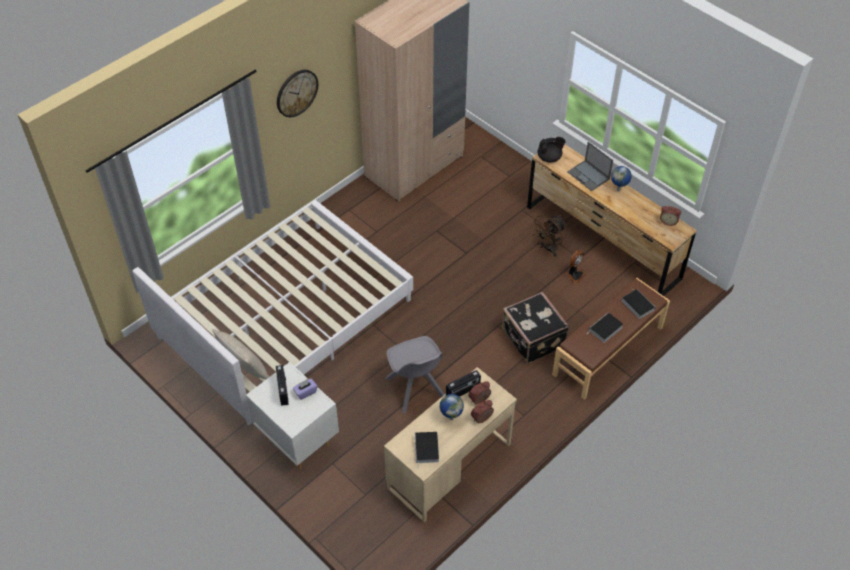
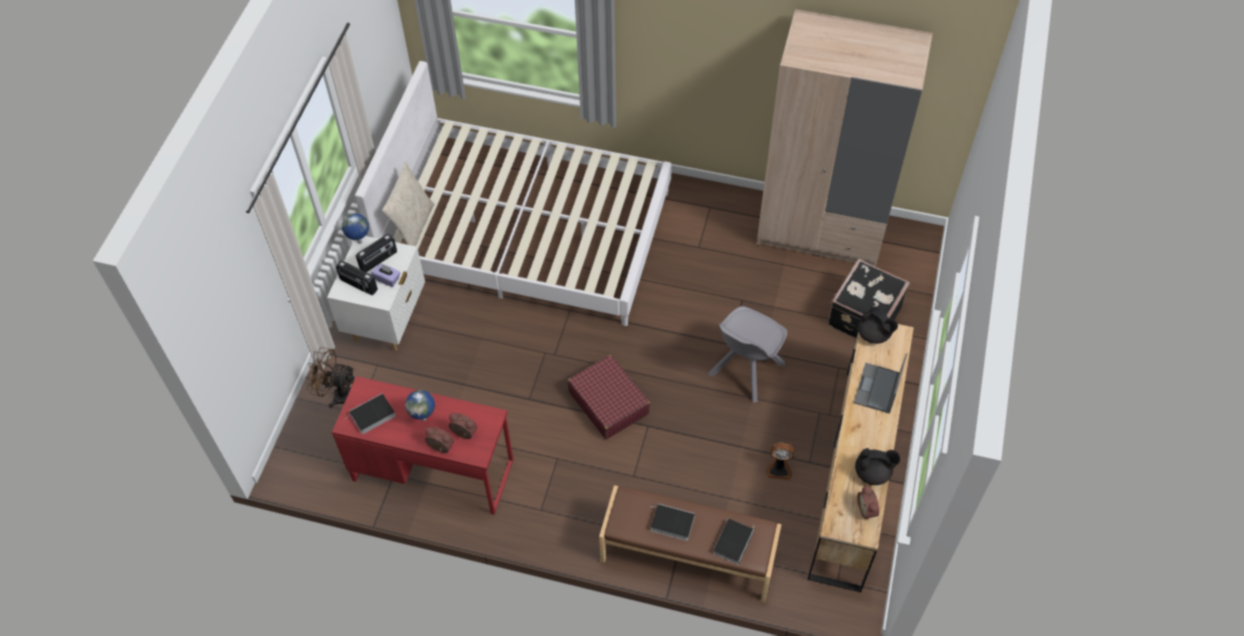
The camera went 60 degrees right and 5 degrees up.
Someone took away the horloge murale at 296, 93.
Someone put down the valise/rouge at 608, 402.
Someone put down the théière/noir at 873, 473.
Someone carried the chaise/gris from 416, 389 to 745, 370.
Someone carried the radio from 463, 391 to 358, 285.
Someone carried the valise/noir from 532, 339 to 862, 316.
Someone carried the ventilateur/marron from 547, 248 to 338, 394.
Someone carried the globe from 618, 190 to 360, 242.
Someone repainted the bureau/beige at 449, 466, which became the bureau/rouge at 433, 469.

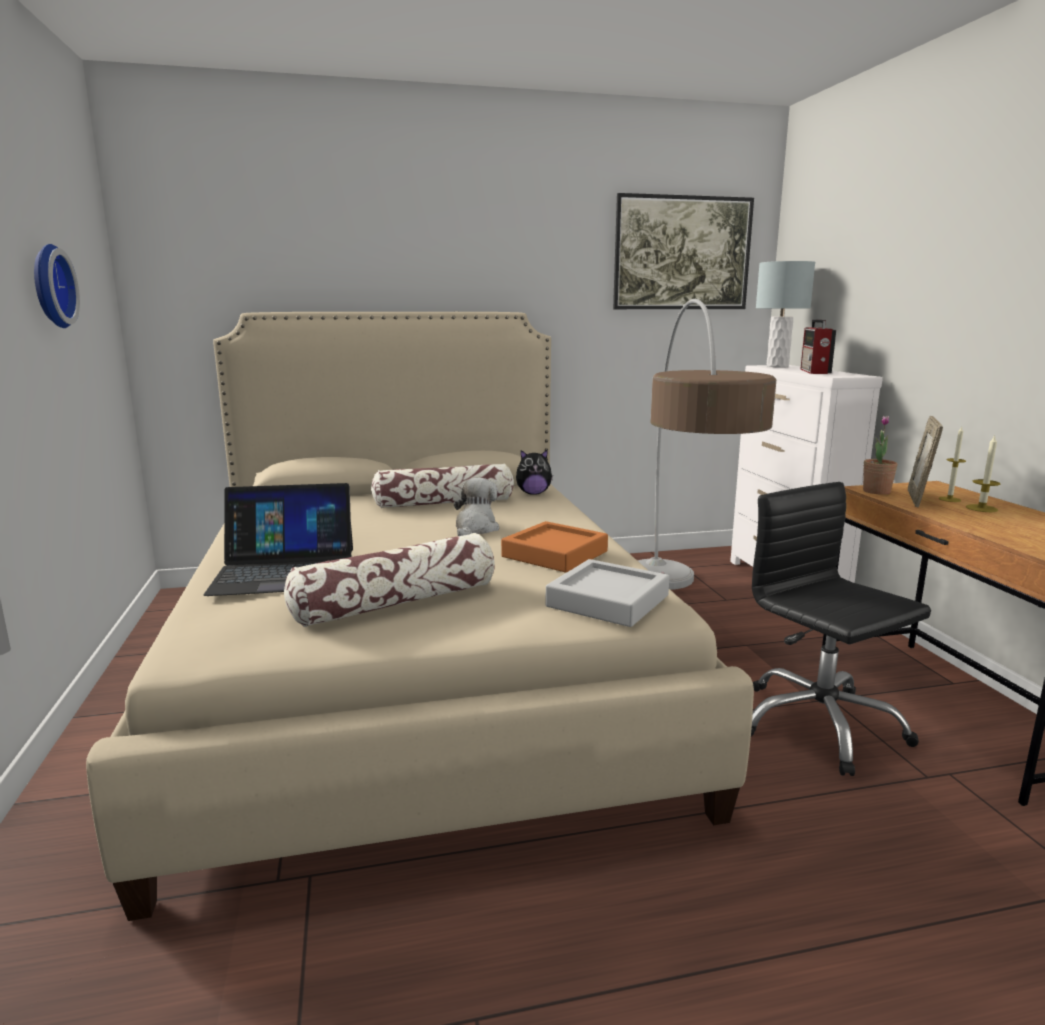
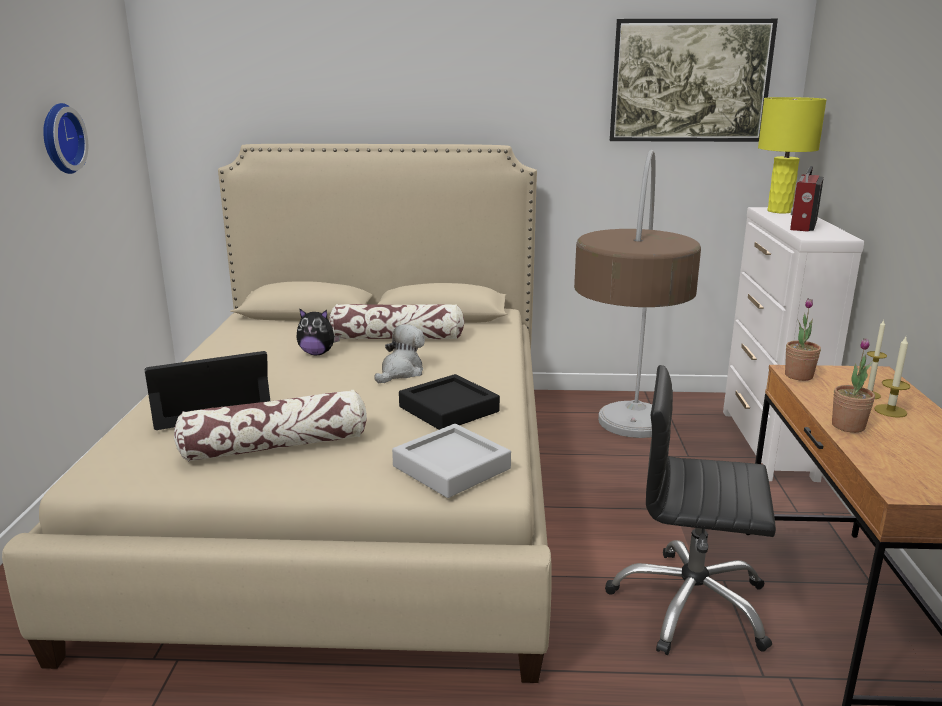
The camera went 15 degrees right and 5 degrees up.
Someone took away the cadre photo at 918, 499.
Someone put down the plante en pot at 848, 426.
Someone carried the peluche from 533, 493 to 317, 353.
Someone repainted the plateau/orange at 555, 554, which became the plateau/noir at 449, 409.
Someone repainted the lampe de table/gris at 777, 366, which became the lampe de table/jaune at 779, 211.
Someone rotated the ordinateur portable at 285, 571 by 150 degrees clockwise.
Someone rotated the chaise de bureau/noir at 819, 725 by 60 degrees counterclockwise.

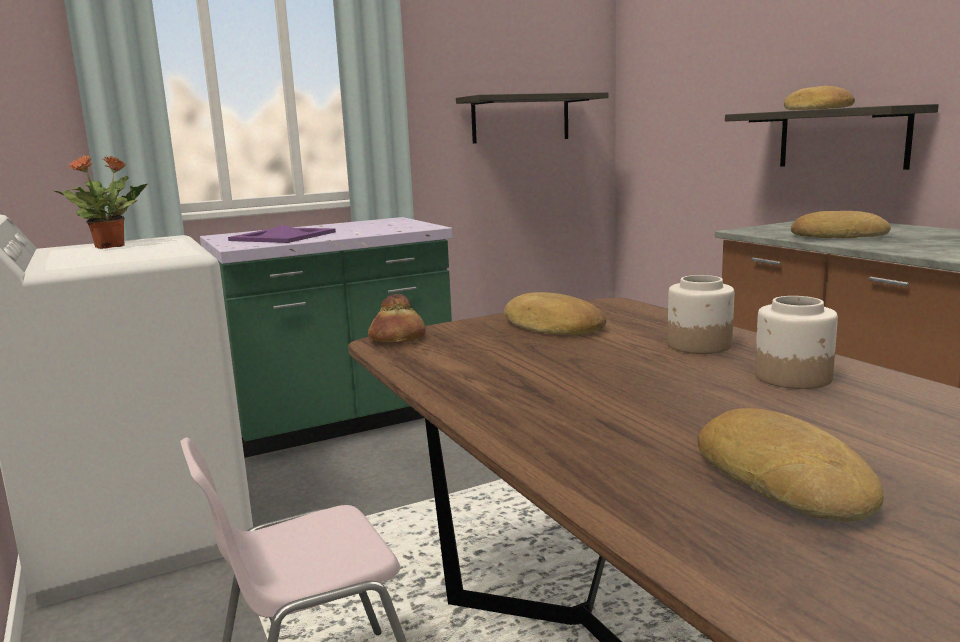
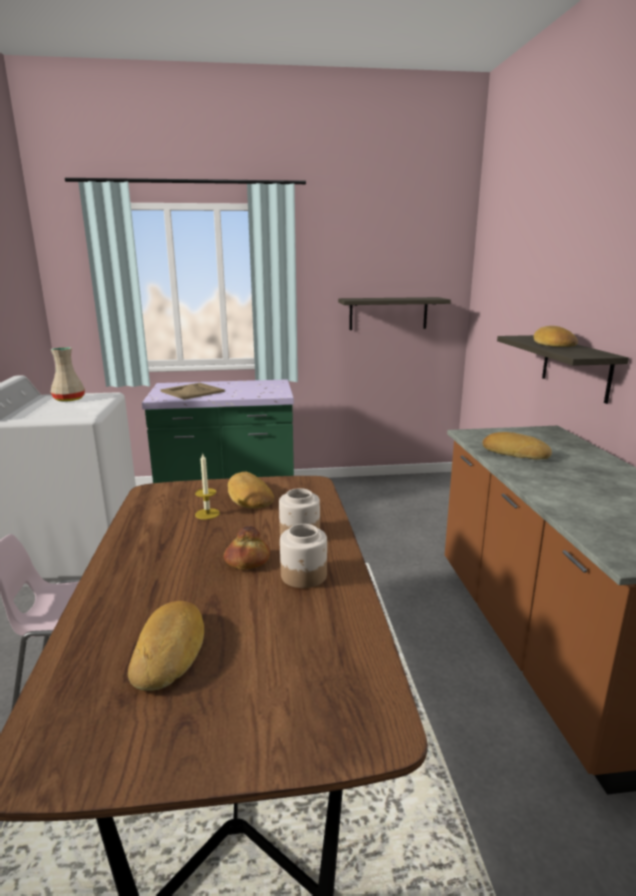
The camera went 20 degrees right and 5 degrees up.
Someone put down the bougie at 207, 514.
Someone carried the pain from 397, 339 to 247, 561.
Someone swapped the plante en pot at 111, 246 for the vase/beige at 69, 399.
Someone repainted the plateau/violet at 283, 236, which became the plateau/beige at 192, 391.

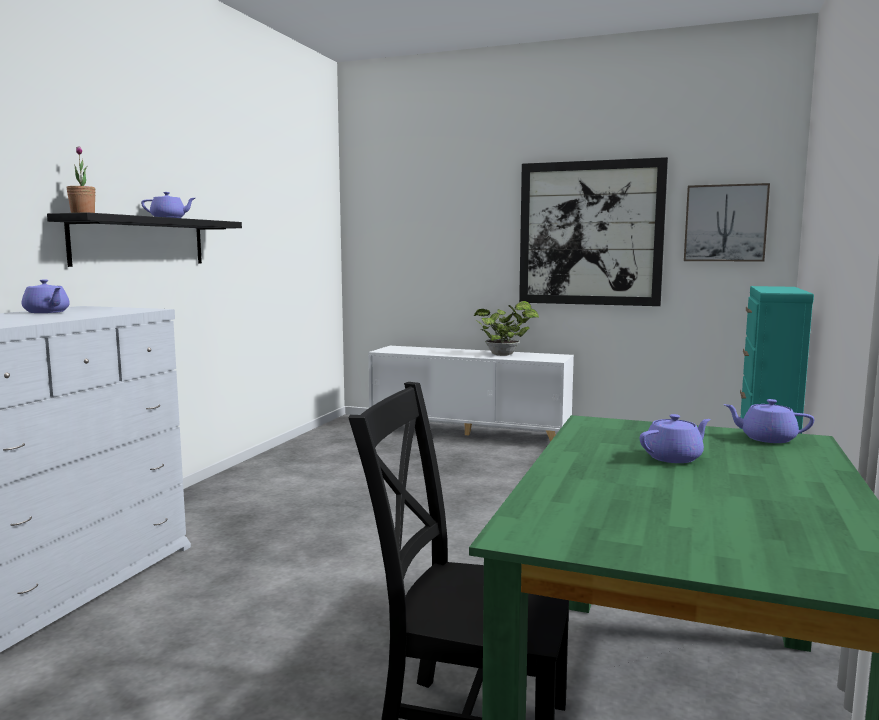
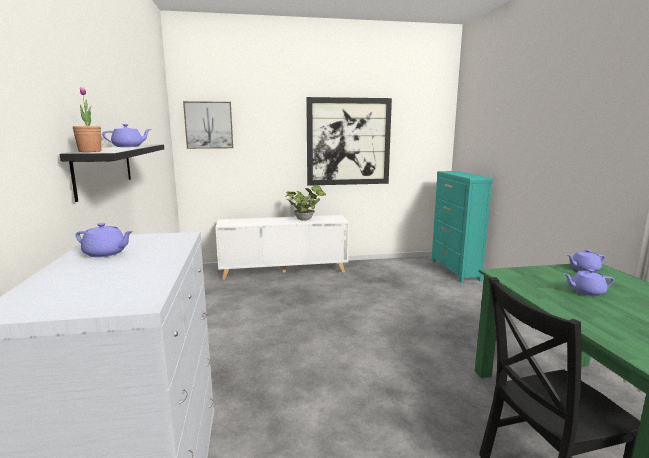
The camera went 30 degrees left and 5 degrees up.
Someone carried the tableau from 725, 223 to 209, 125.
Someone rotated the théière/violet at 674, 458 by 120 degrees counterclockwise.

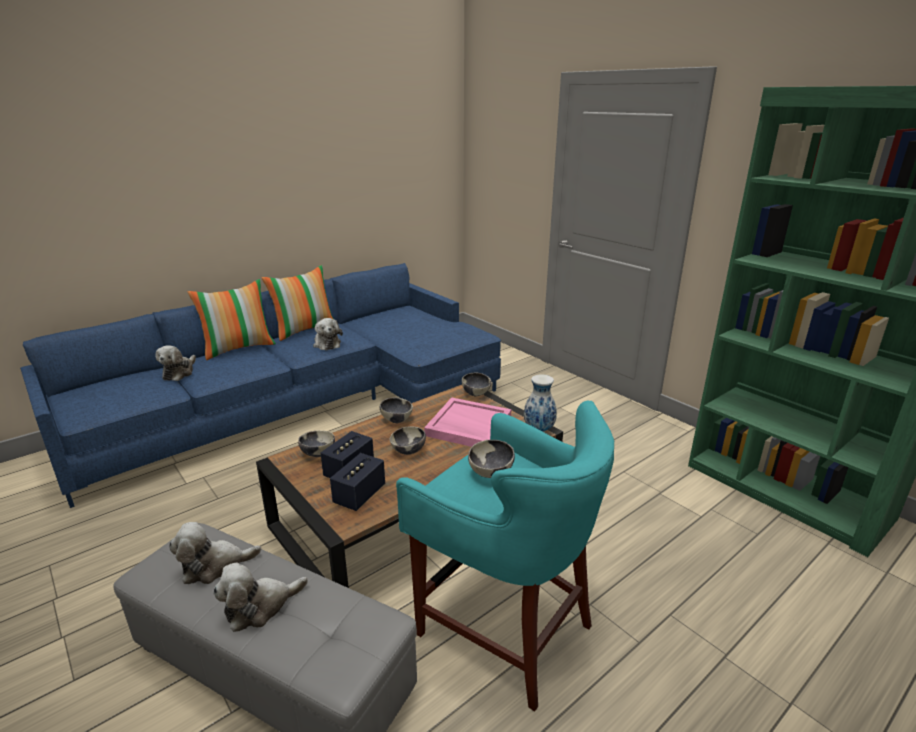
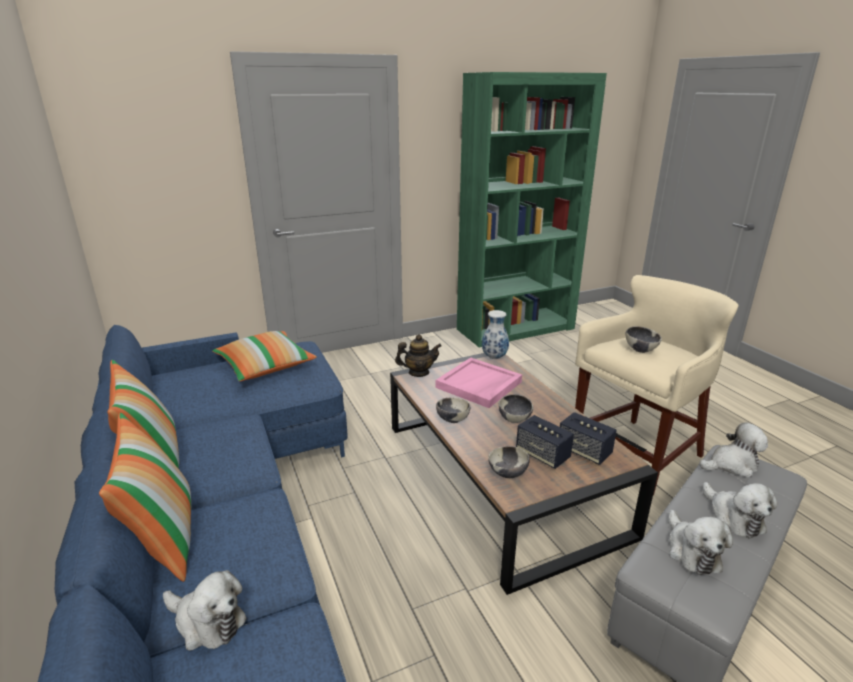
The camera went 75 degrees left and 0 degrees up.
Someone put down the coussin at 265, 367.
Someone carried the peluche from 326, 344 to 732, 464.
Someone swapped the bol at 476, 393 for the théière at 418, 372.
Someone repainted the tabouret/turquoise at 505, 625, which became the tabouret/beige at 636, 454.

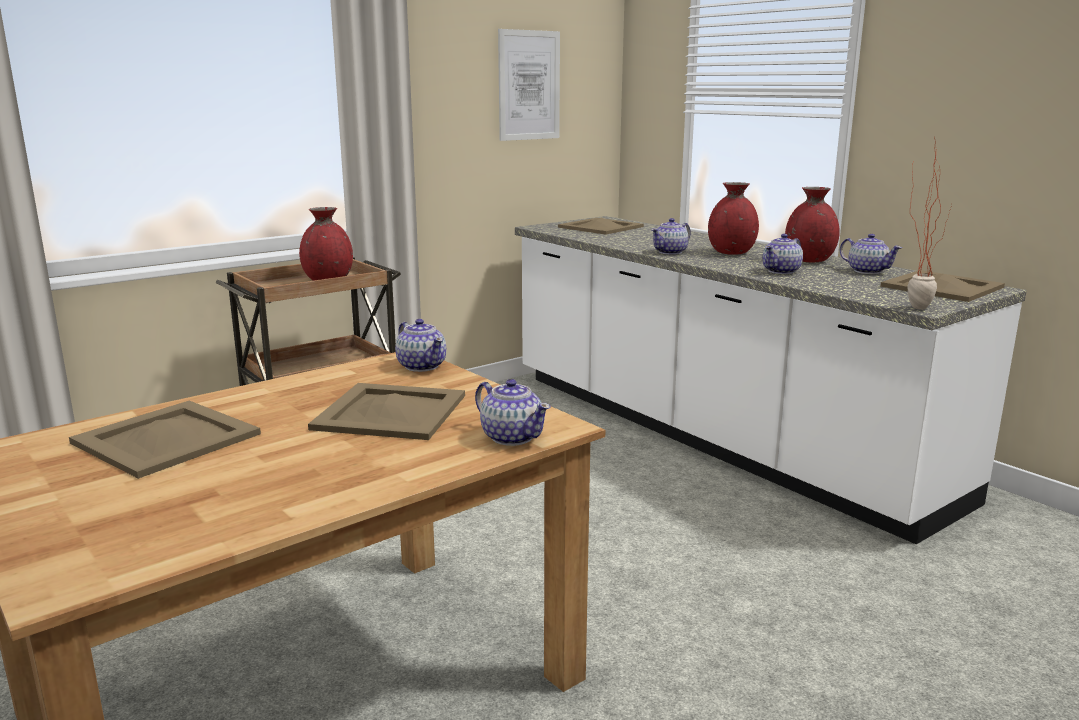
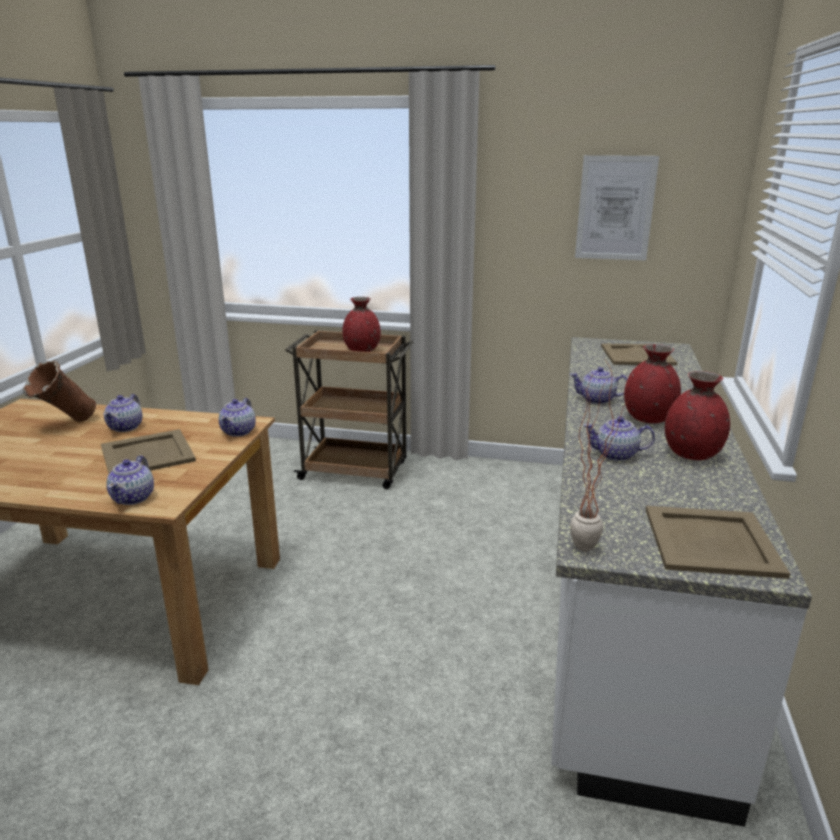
The camera went 50 degrees right and 5 degrees up.
Someone carried the théière from 867, 271 to 126, 427.
Someone swapped the plateau/beige at 167, 438 for the vase/marron at 65, 425.

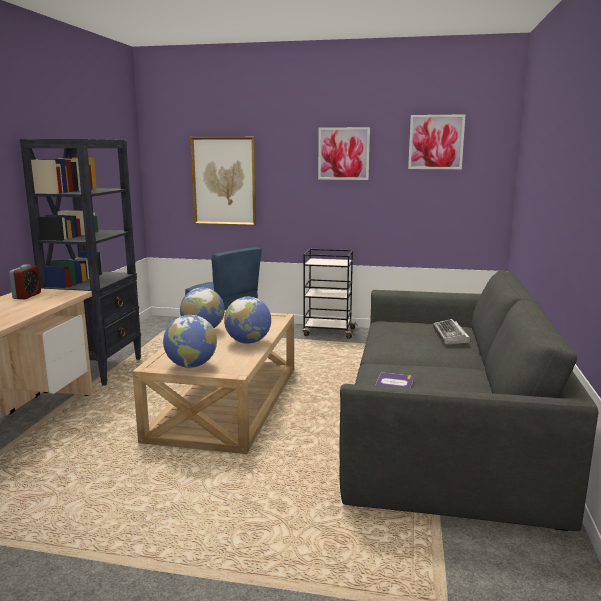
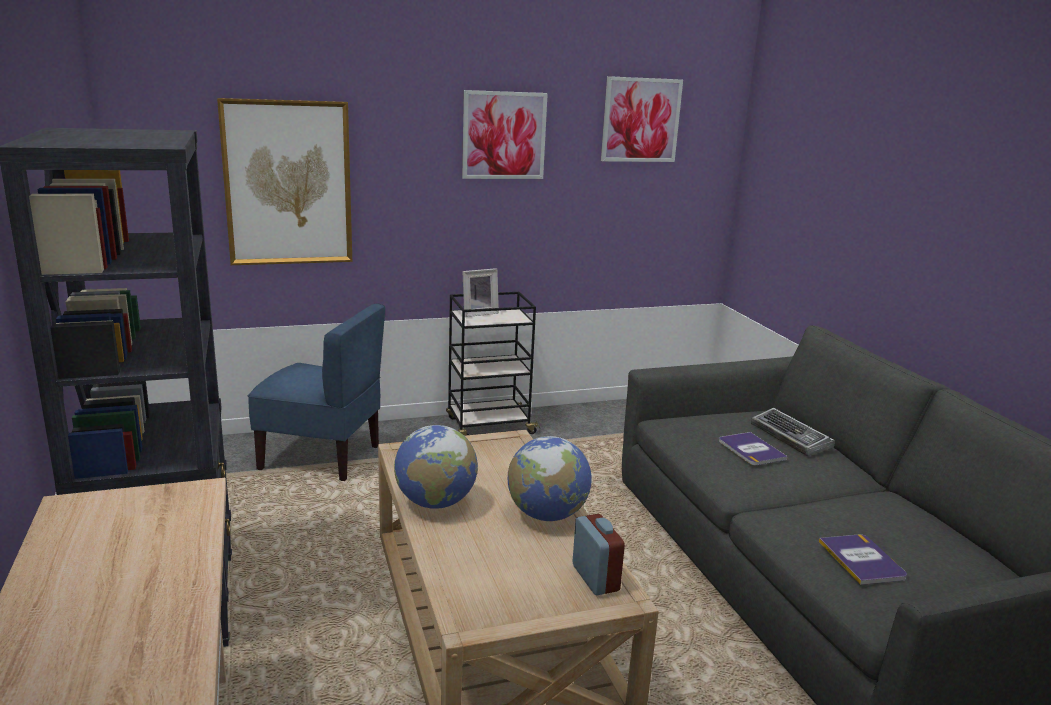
The camera went 30 degrees left and 5 degrees up.
Someone took away the globe at 191, 366.
Someone put down the cadre photo at 478, 313.
Someone put down the livre at 751, 450.
Someone carried the réveil from 27, 296 to 595, 578.

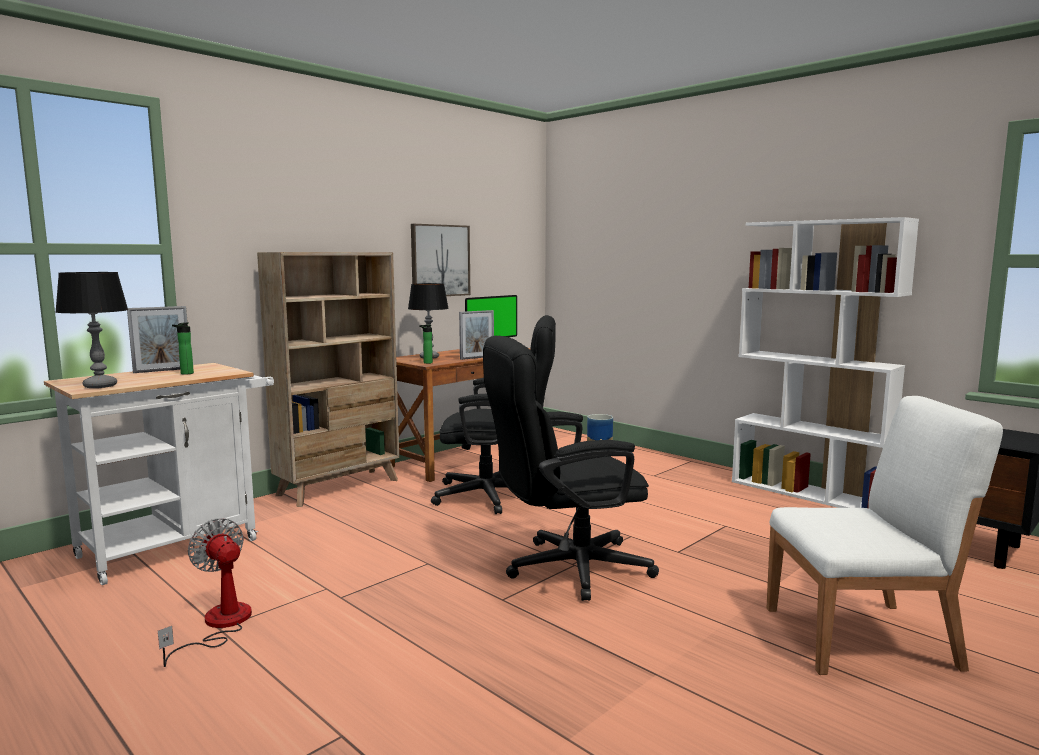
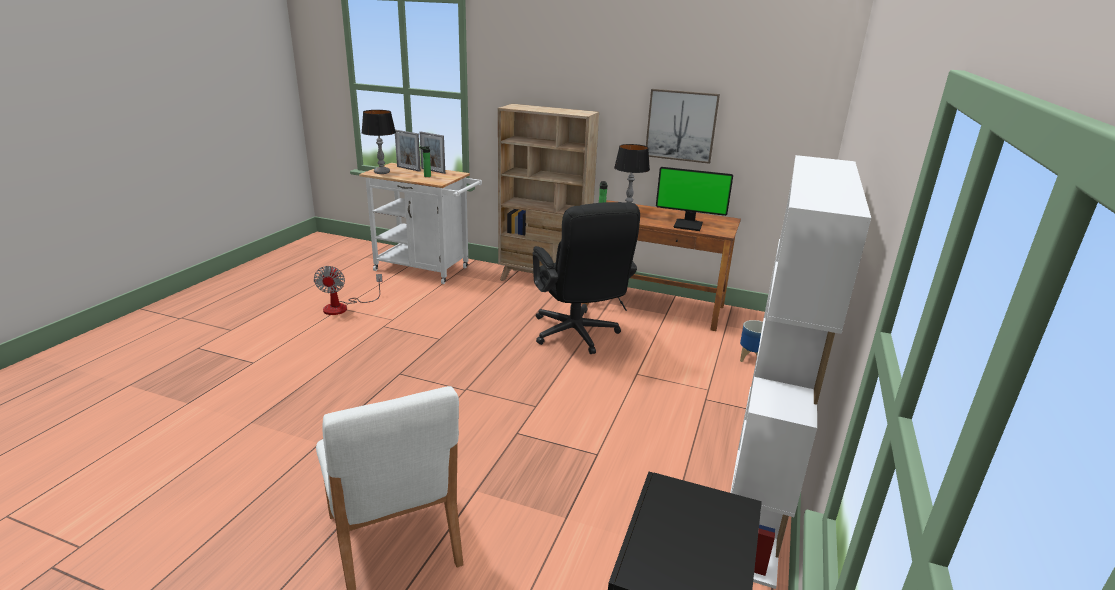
The camera went 65 degrees right and 15 degrees up.
Someone took away the chaise de bureau/noir at 565, 569.
Someone carried the cadre photo from 477, 358 to 408, 169.
Someone rotated the ventilateur at 218, 625 by 150 degrees clockwise.

